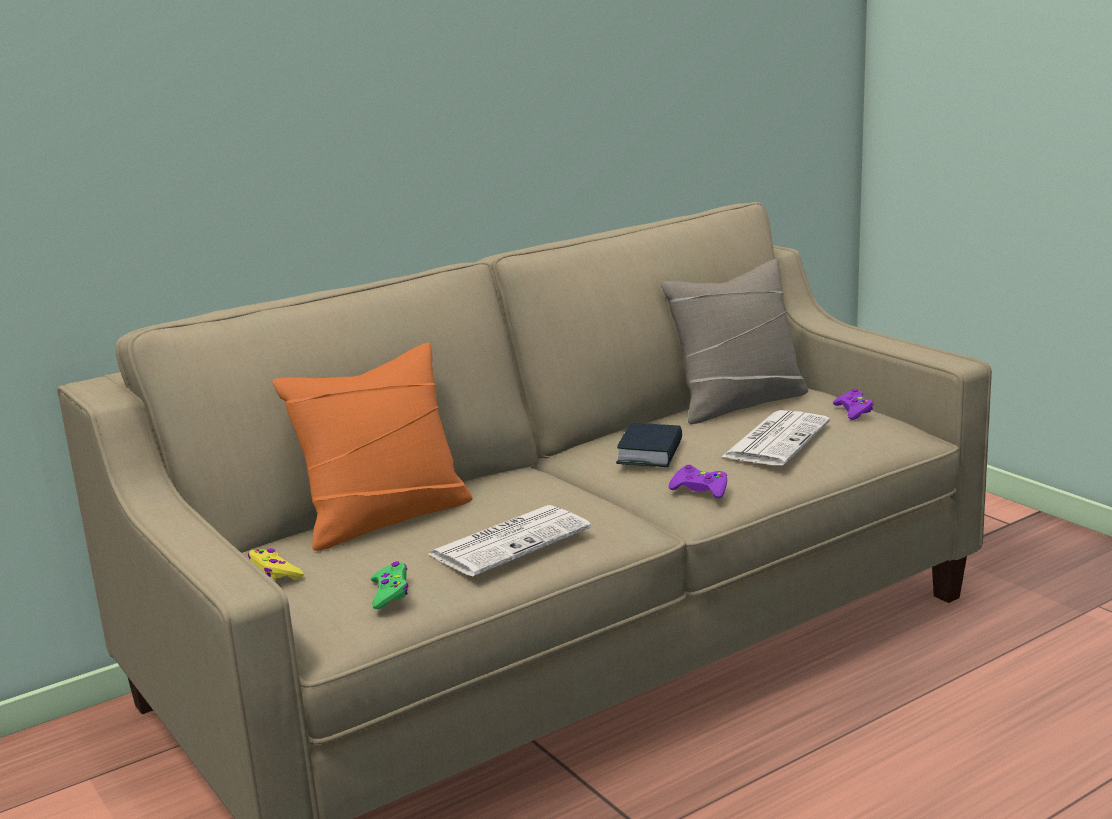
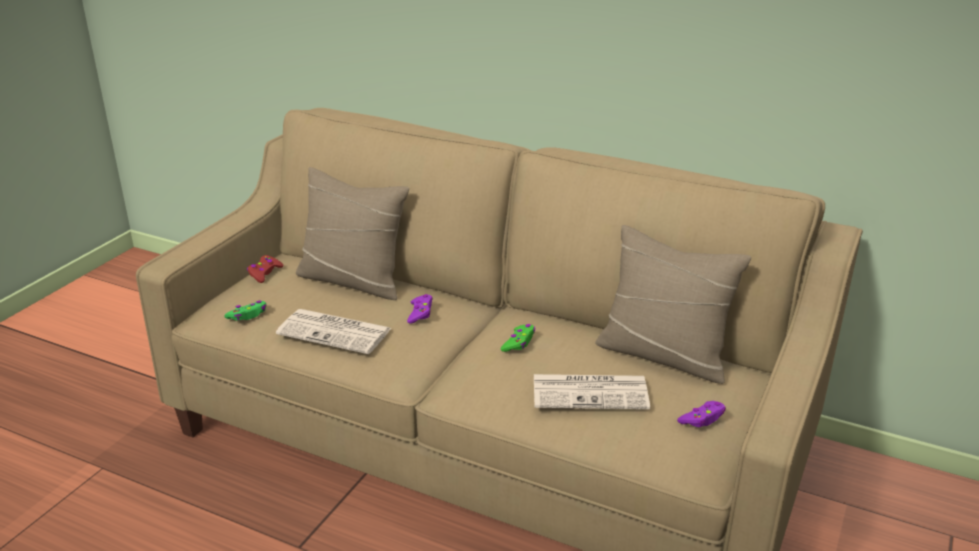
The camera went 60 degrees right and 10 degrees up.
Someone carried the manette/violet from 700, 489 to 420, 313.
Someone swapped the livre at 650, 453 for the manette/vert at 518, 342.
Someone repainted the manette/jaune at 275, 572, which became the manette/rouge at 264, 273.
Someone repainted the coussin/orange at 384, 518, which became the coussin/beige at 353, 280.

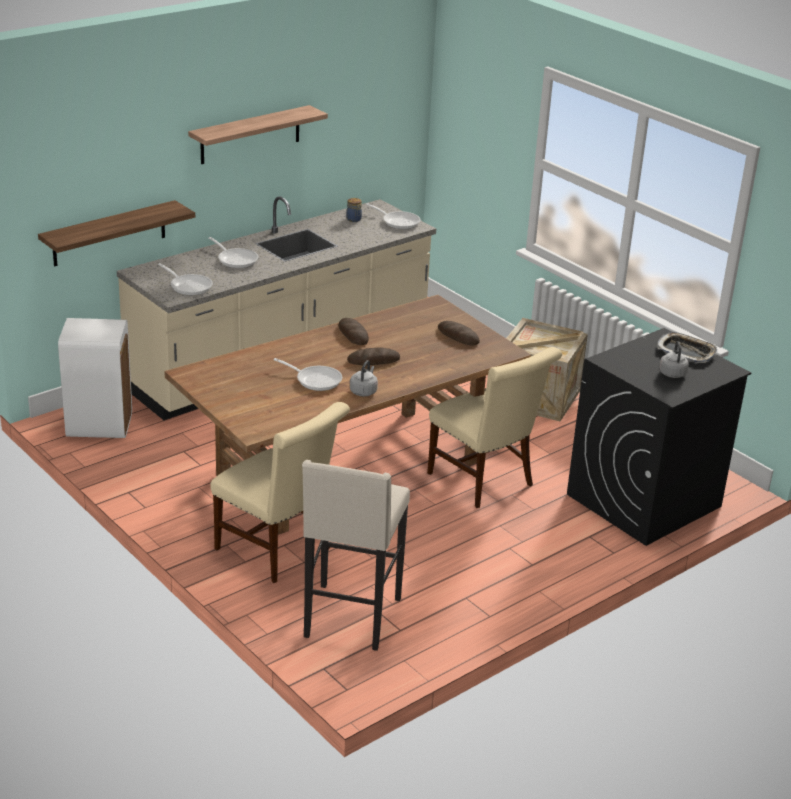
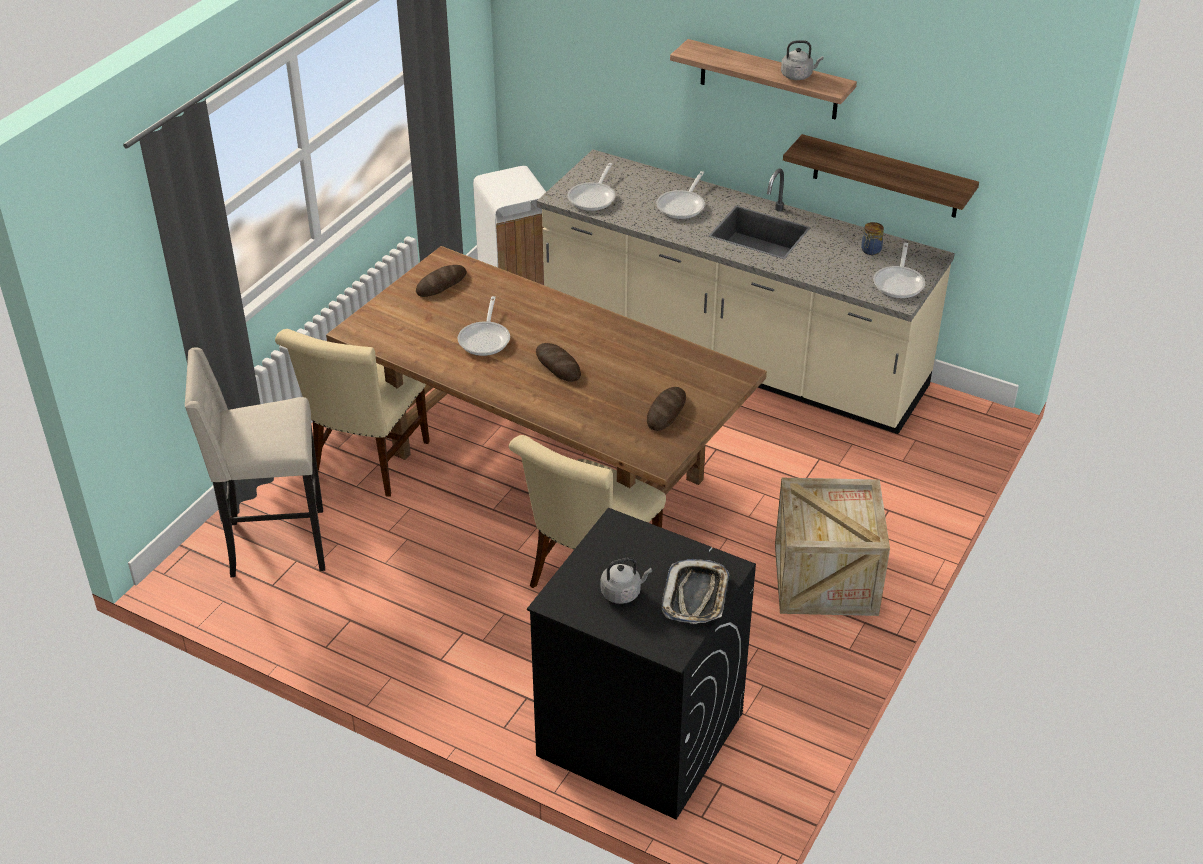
The camera went 70 degrees right and 10 degrees up.
Someone carried the étagère from 109, 233 to 886, 177.
Someone carried the pain from 353, 334 to 441, 284.
Someone carried the bouilloire/gris from 364, 391 to 798, 76.

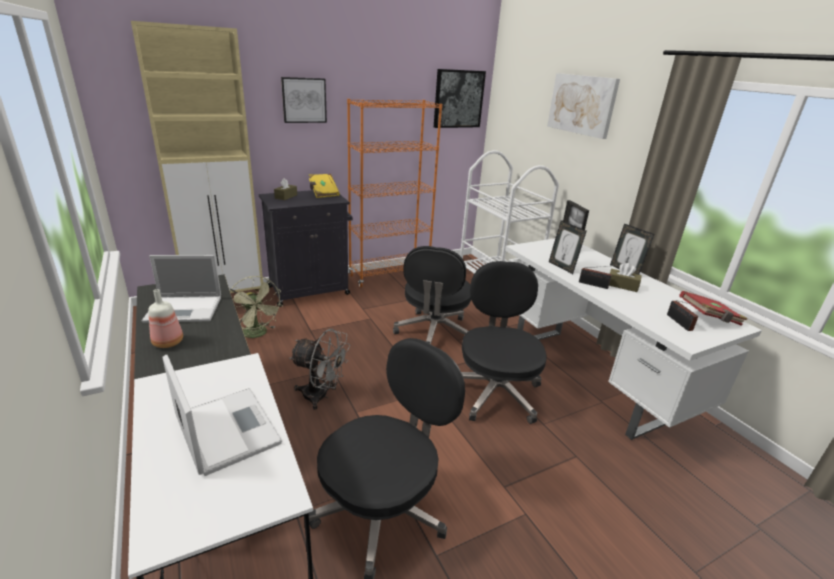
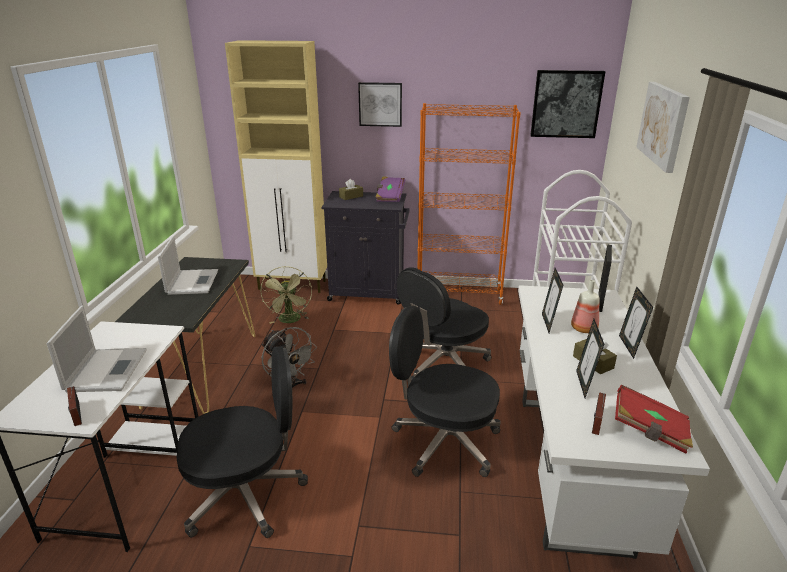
The camera went 35 degrees right and 0 degrees up.
Someone put down the cadre photo at 584, 384.
Someone carried the bouteille from 168, 342 to 583, 328.
Someone carried the radio from 595, 285 to 76, 415.
Someone repainted the livre/jaune at 323, 193, which became the livre/violet at 389, 197.
Someone rotated the ordinateur portable at 185, 309 by 120 degrees counterclockwise.
Someone rotated the chaise de bureau/noir at 495, 391 by 105 degrees counterclockwise.

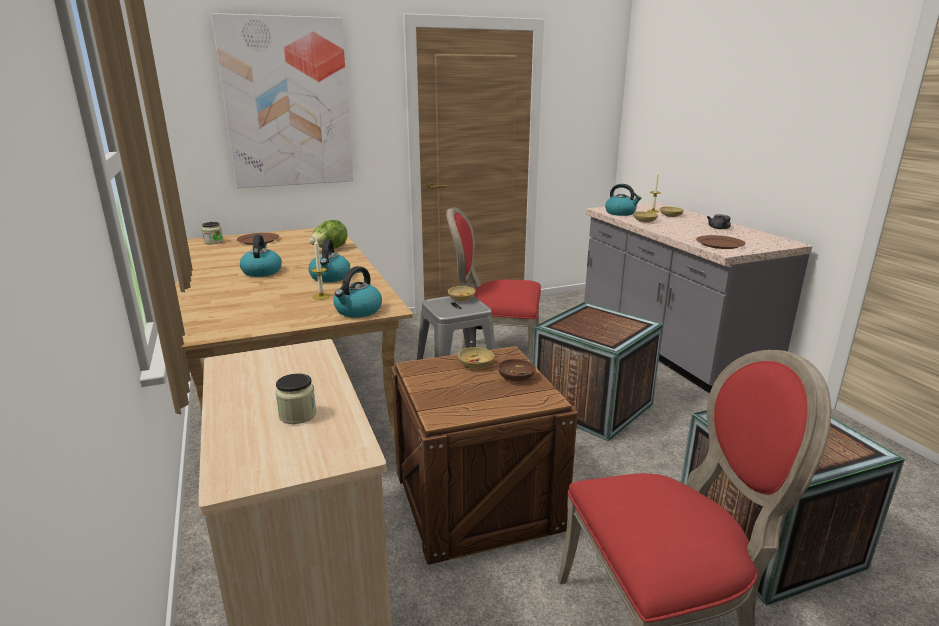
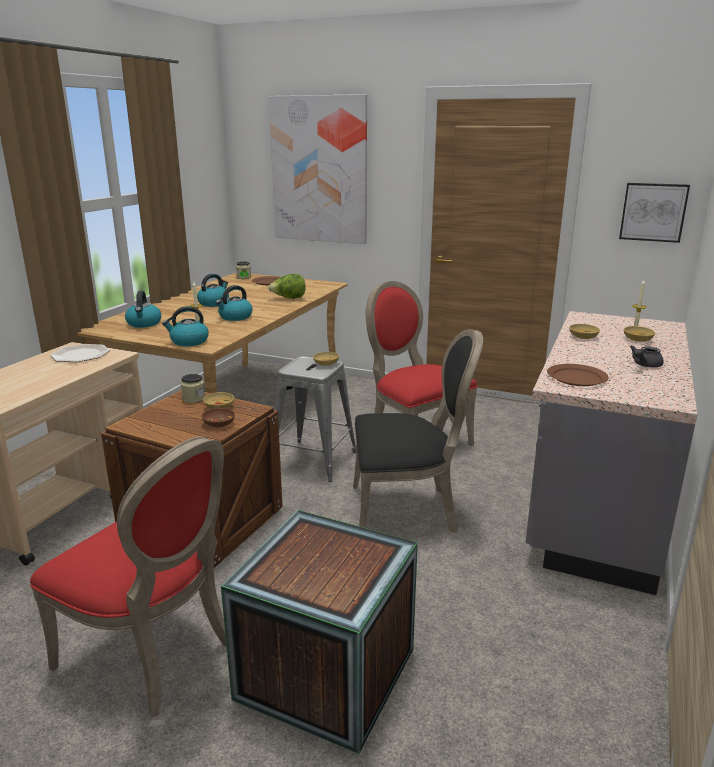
The camera went 45 degrees right and 0 degrees up.
Someone put down the assiette at 81, 355.
Someone put up the tableau at 653, 212.
Someone carried the bocal from 297, 415 to 193, 399.
Someone carried the bouilloire from 621, 213 to 144, 324.
Someone swapped the caisse at 591, 406 for the chaise/noir at 407, 511.

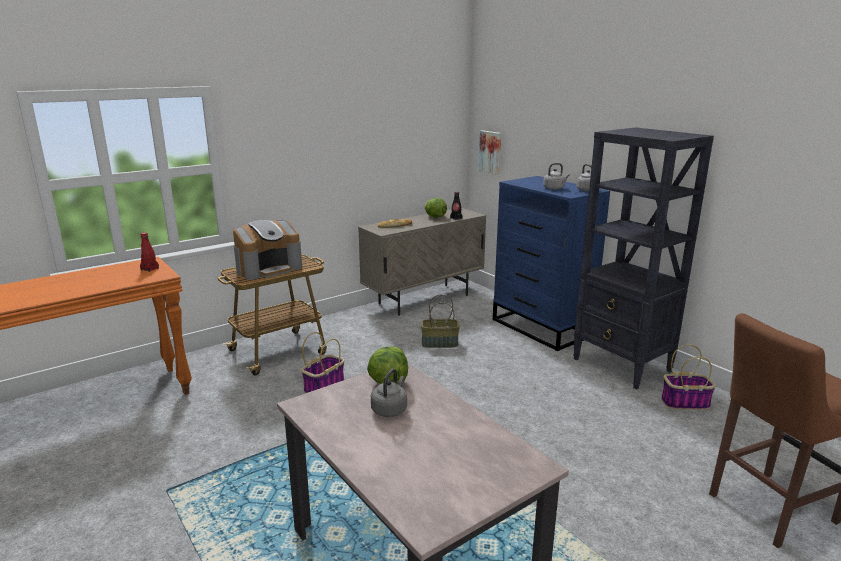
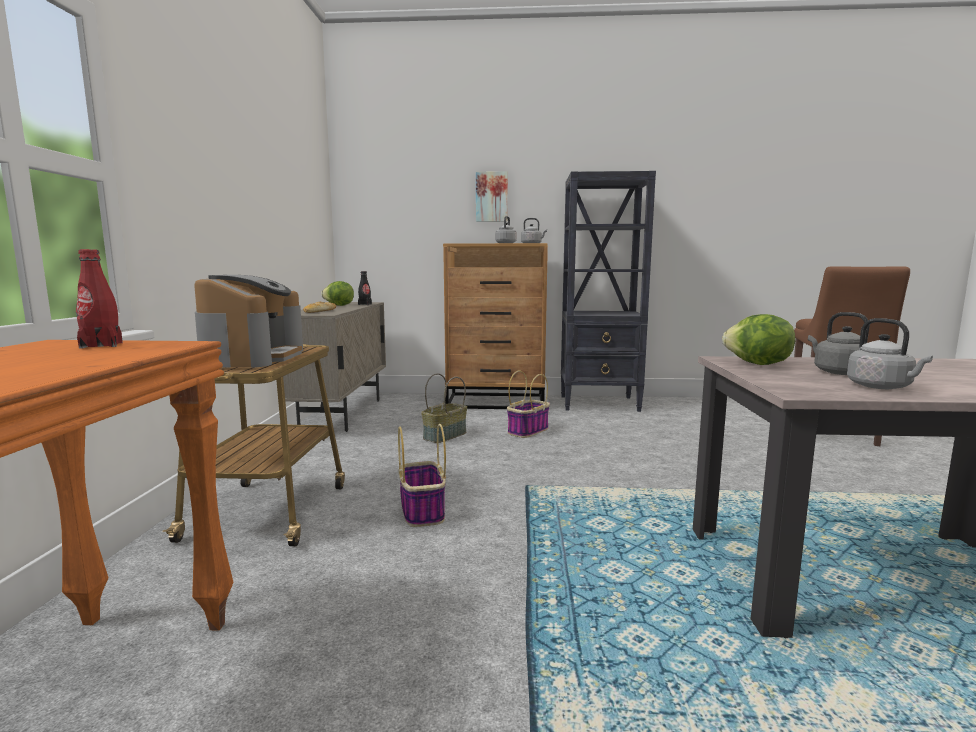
The camera went 50 degrees left and 10 degrees down.
Someone put down the bouilloire/gris at 882, 387.
Someone carried the tableau from 491, 152 to 491, 197.
Someone carried the panier from 685, 403 to 528, 431.
Someone repainted the commode/bleu at 542, 328, which became the commode/marron at 496, 402.

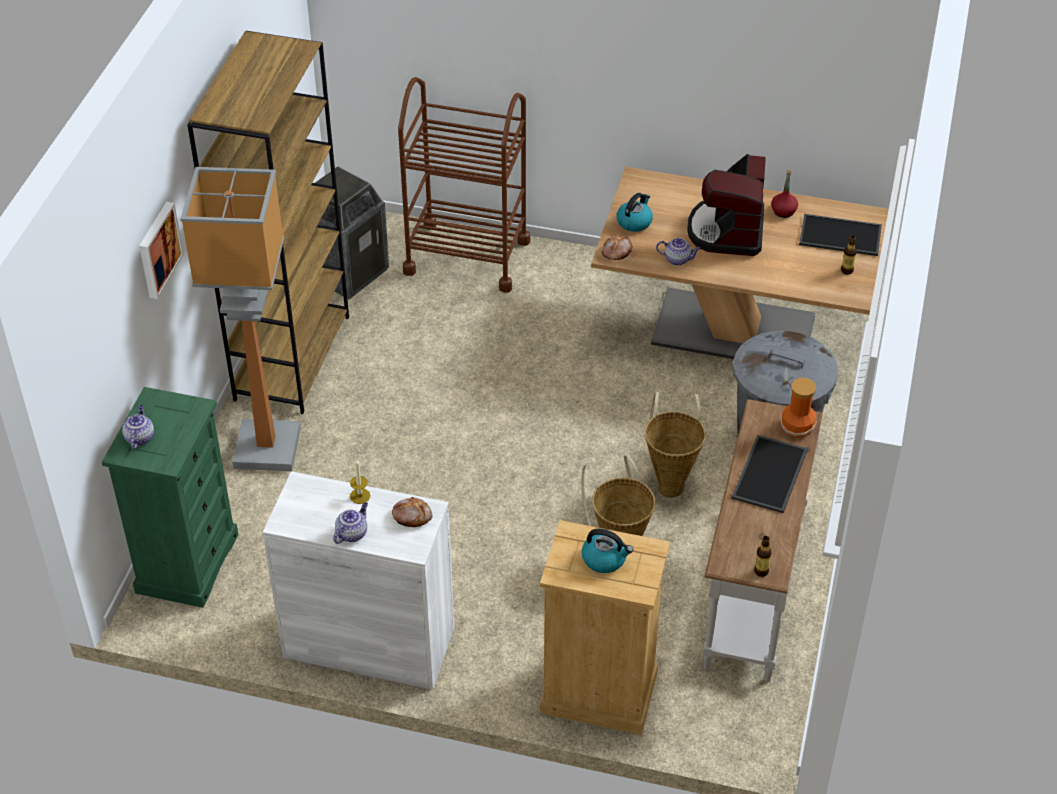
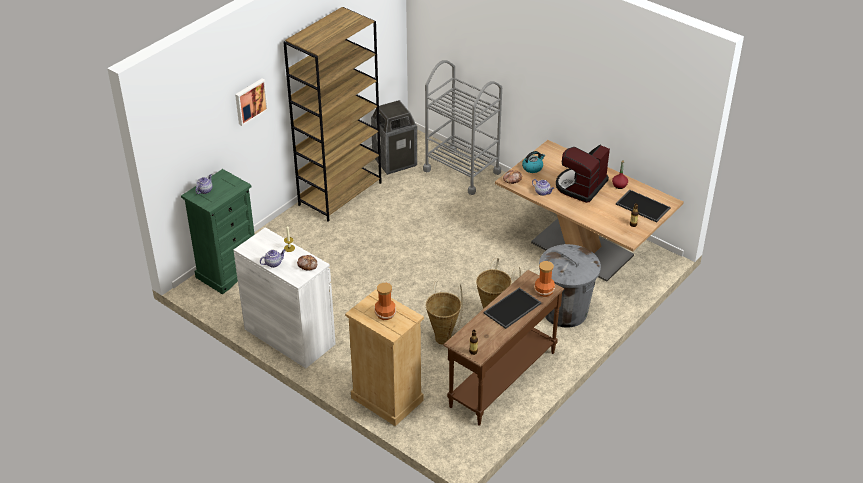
The camera went 25 degrees right and 5 degrees down.
Someone took away the lampadaire at 266, 447.
Someone swapped the bouilloire at 605, 559 for the vase at 385, 313.
Someone repainted the chariot/marron at 467, 256, which became the chariot/gris at 462, 171.
Someone repainted the table console/blanc at 752, 589, which became the table console/marron at 501, 378.

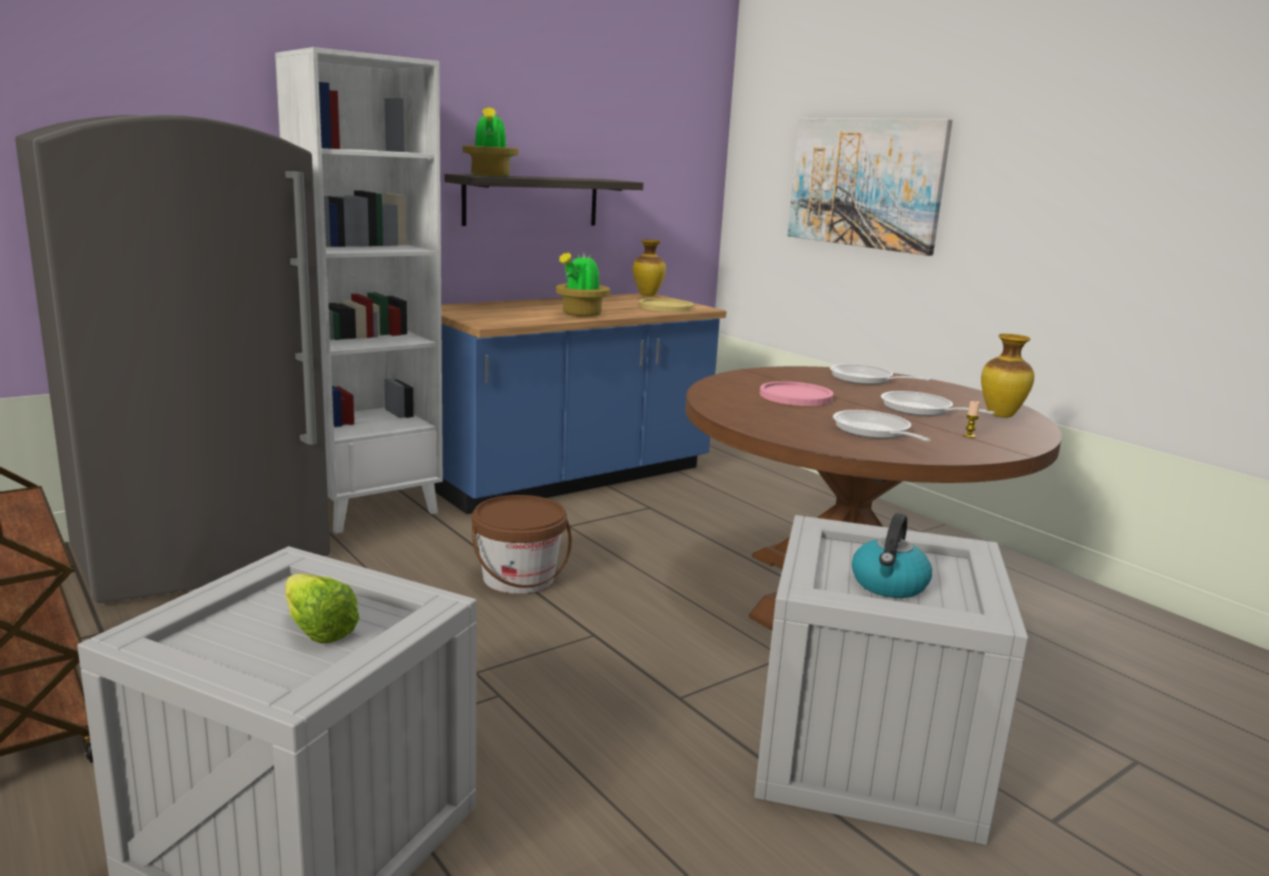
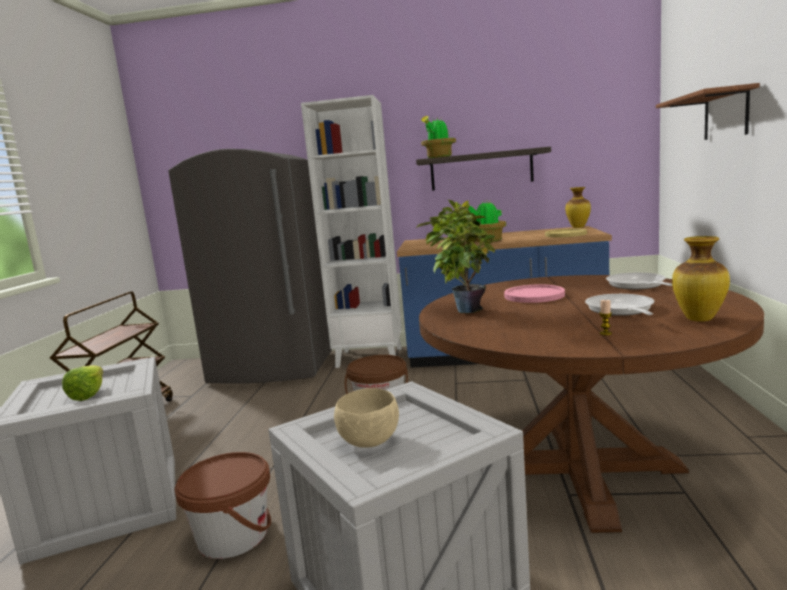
The camera went 45 degrees right and 5 degrees down.
Someone took away the poêle at 874, 432.
Someone put down the seau/marron at 233, 536.
Someone put down the plante en pot at 463, 310.
Someone swapped the tableau at 865, 183 for the étagère at 726, 114.
Someone swapped the bouilloire at 889, 585 for the bol/beige at 371, 442.

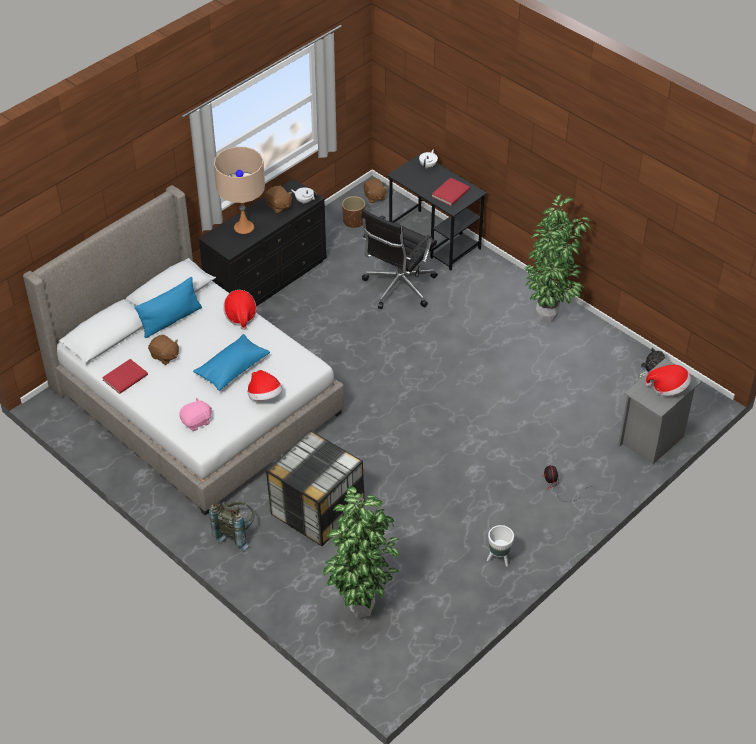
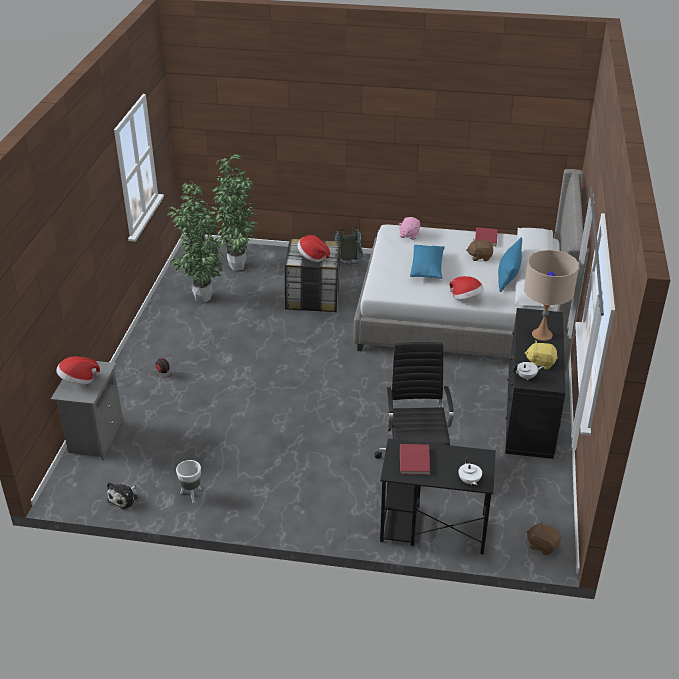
The camera went 145 degrees right and 10 degrees down.
Someone took away the cache-pot/marron at 354, 221.
Someone carried the chapeau from 265, 396 to 313, 257.
Someone carried the cache-pot/blanc from 498, 559 to 191, 495.
Someone carried the plante en pot from 549, 317 to 200, 298.
Someone repainted the peluche/marron at 278, 206, which became the peluche/jaune at 540, 363.

